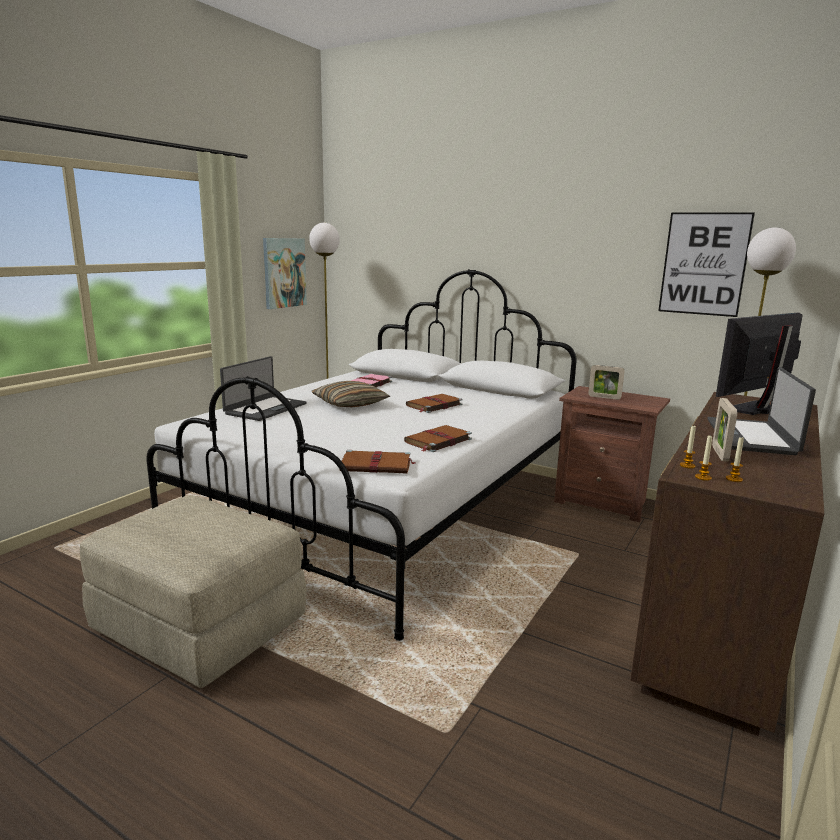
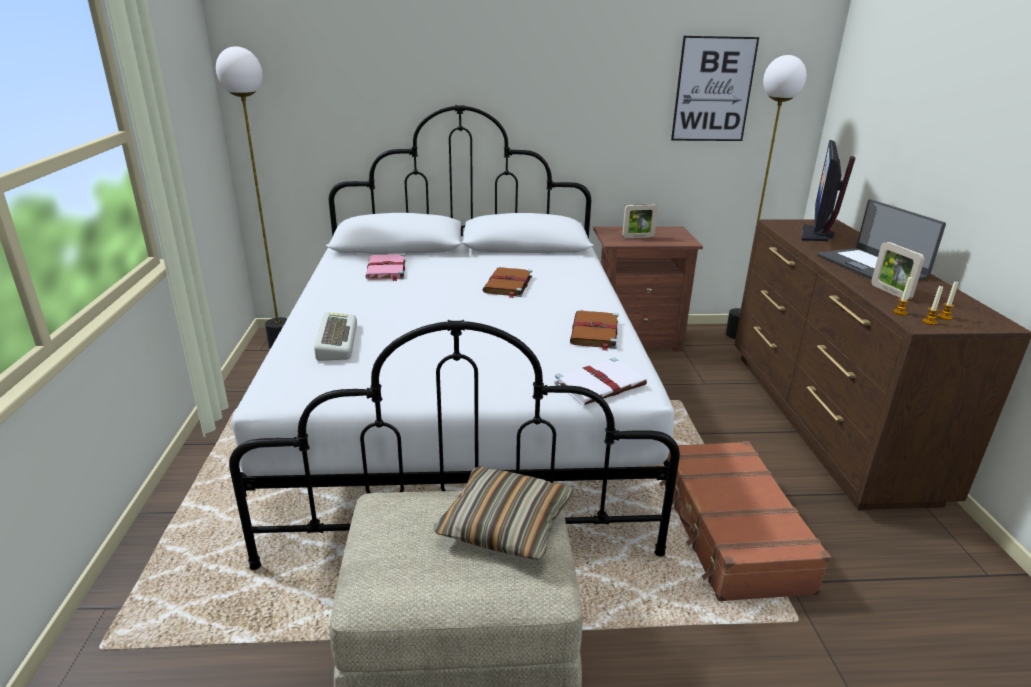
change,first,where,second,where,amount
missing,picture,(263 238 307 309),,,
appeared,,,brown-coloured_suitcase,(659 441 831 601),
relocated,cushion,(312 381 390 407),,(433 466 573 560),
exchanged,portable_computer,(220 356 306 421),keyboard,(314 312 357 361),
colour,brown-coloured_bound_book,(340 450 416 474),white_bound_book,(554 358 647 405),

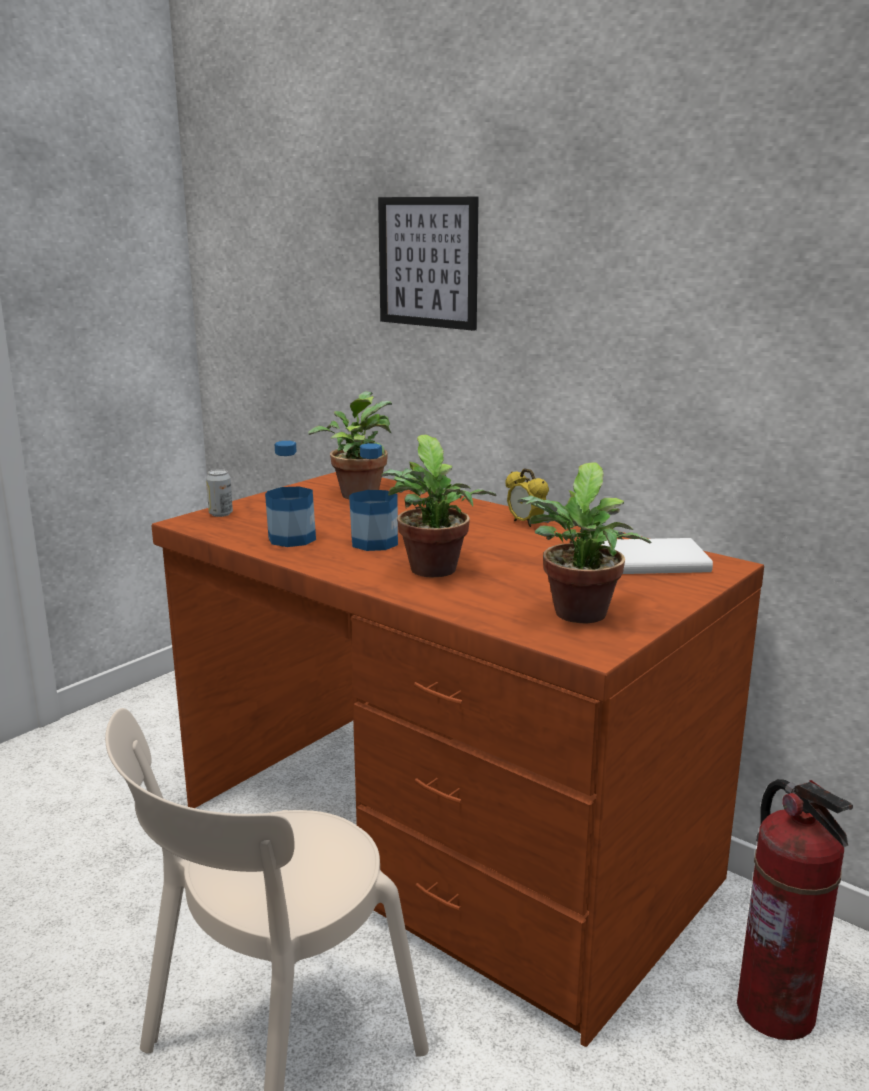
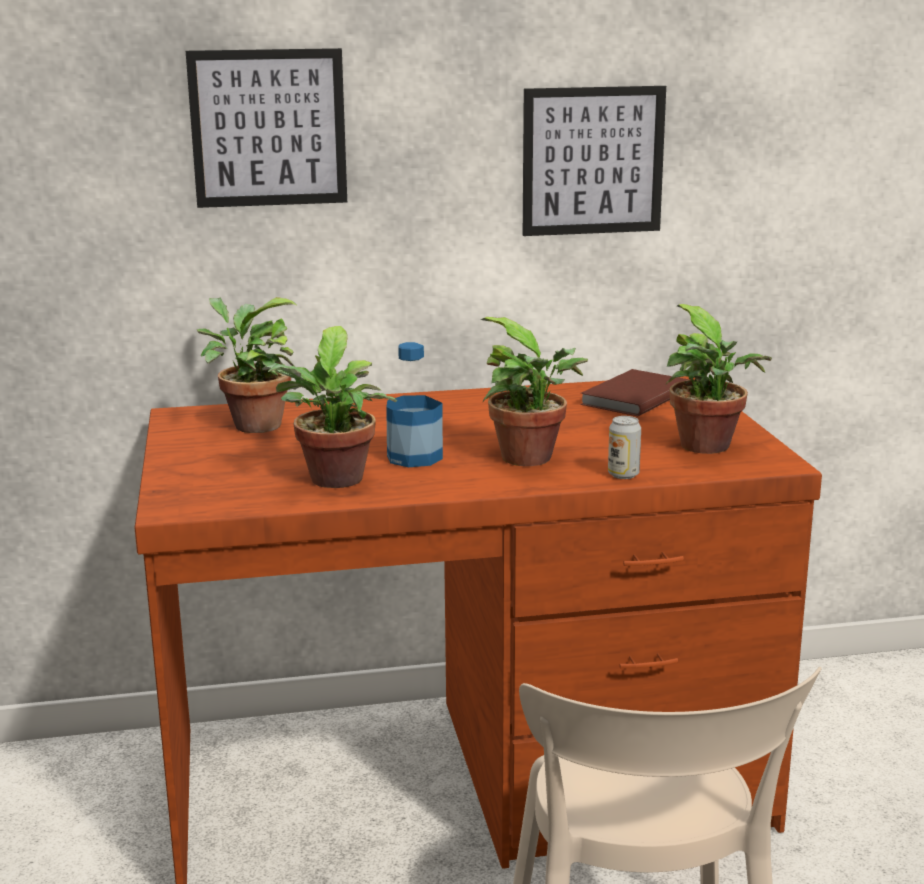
change,first,where,second,where,amount
missing,alarm_clock,(505 468 549 527),,,
missing,fire_extinguisher,(737 779 853 1040),,,
appeared,,,picture,(523 86 666 236),
relocated,can,(206 469 233 517),,(608 416 641 479),
exchanged,beverage_bottle,(265 441 316 547),potted_plant,(262 326 397 488),
colour,white_bound_book,(602 538 713 574),brown-coloured_bound_book,(580 369 689 416),

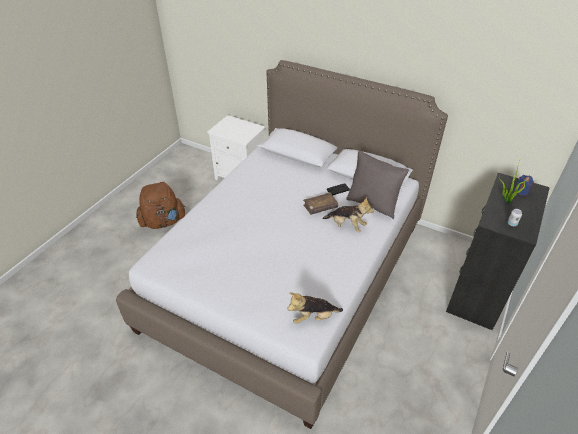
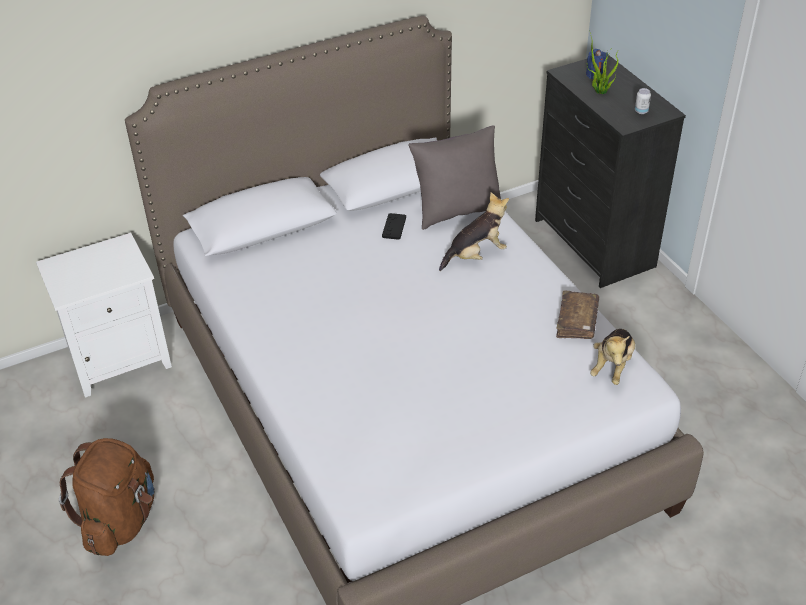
change,first,where,second,where,amount
relocated,brown-coloured_bound_book,(303 192 338 215),,(556 290 600 339),

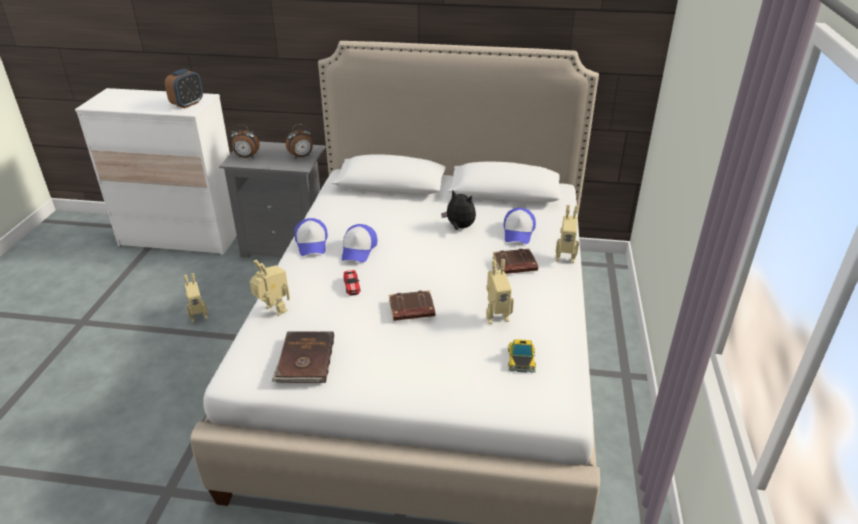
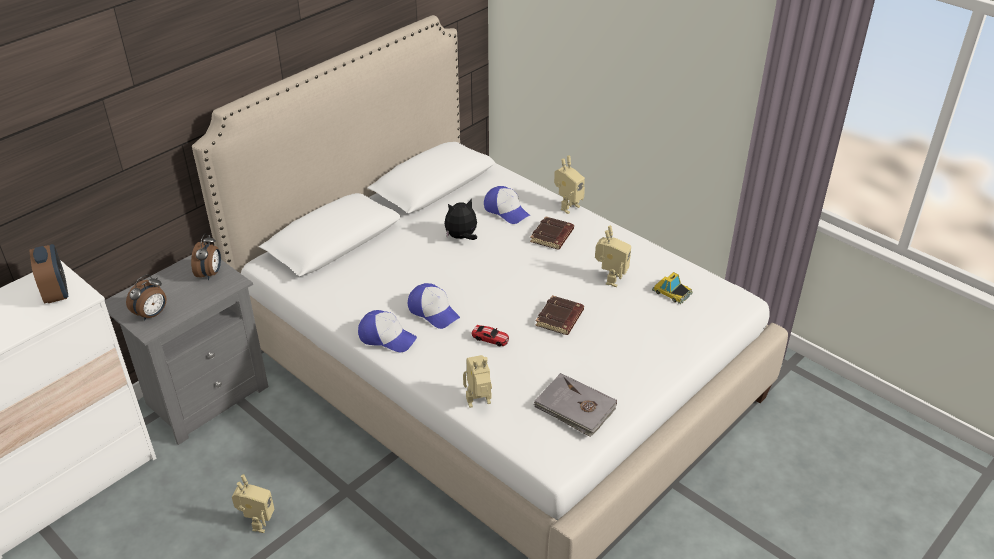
change,first,where,second,where,amount
colour,brown-coloured_bound_book,(272 331 334 383),greyish_bound_book,(533 373 617 437),

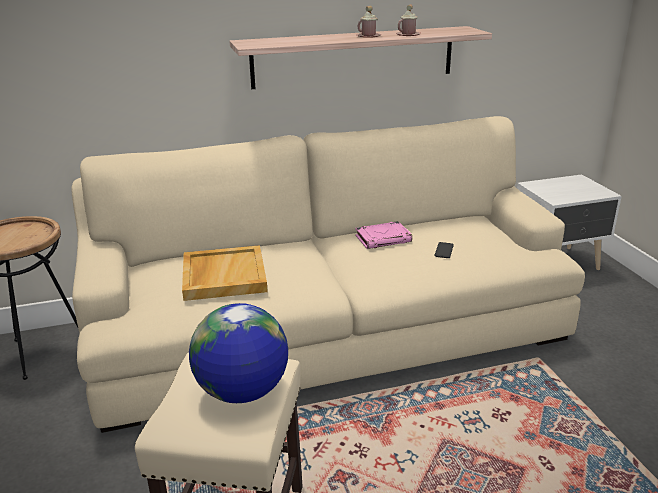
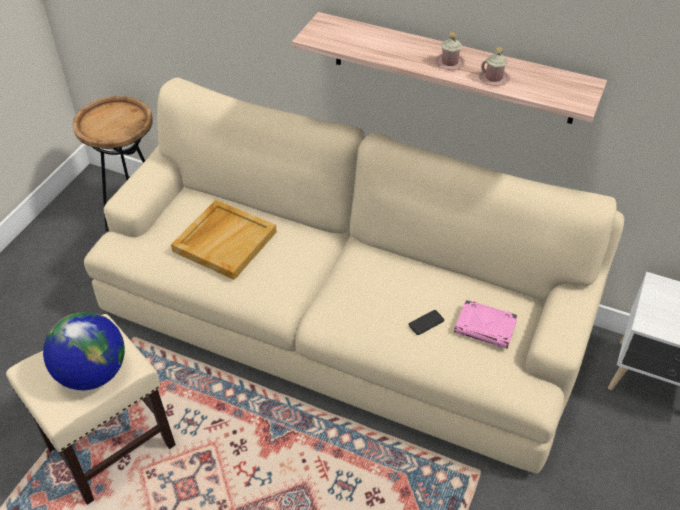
change,first,where,second,where,amount
relocated,pink-coloured_bound_book,(355 221 412 249),,(454 300 518 349),

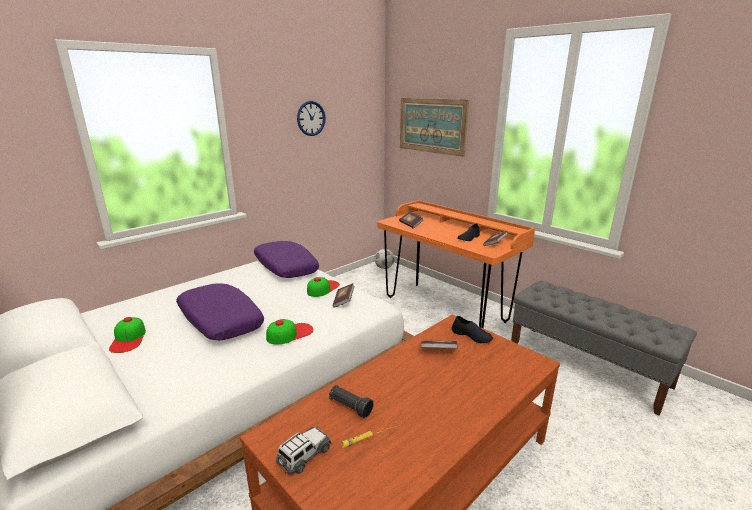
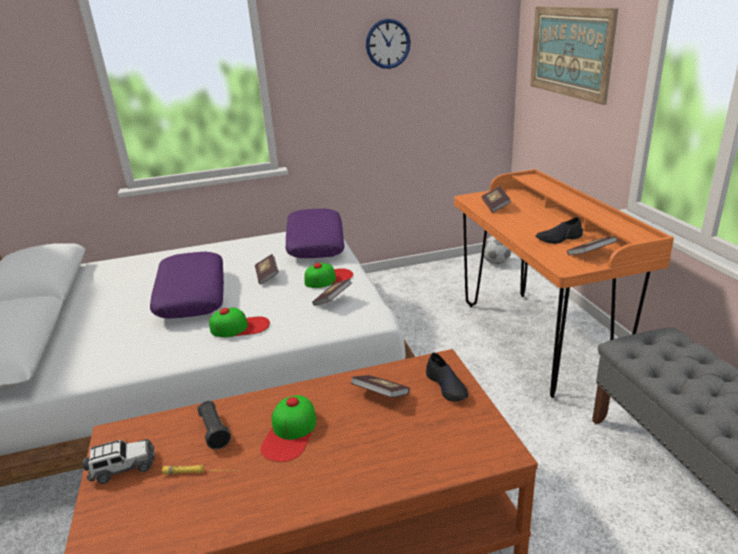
change,first,where,second,where,amount
appeared,,,bound_book,(255 254 279 285),
relocated,cap,(109 317 146 353),,(260 395 316 462),

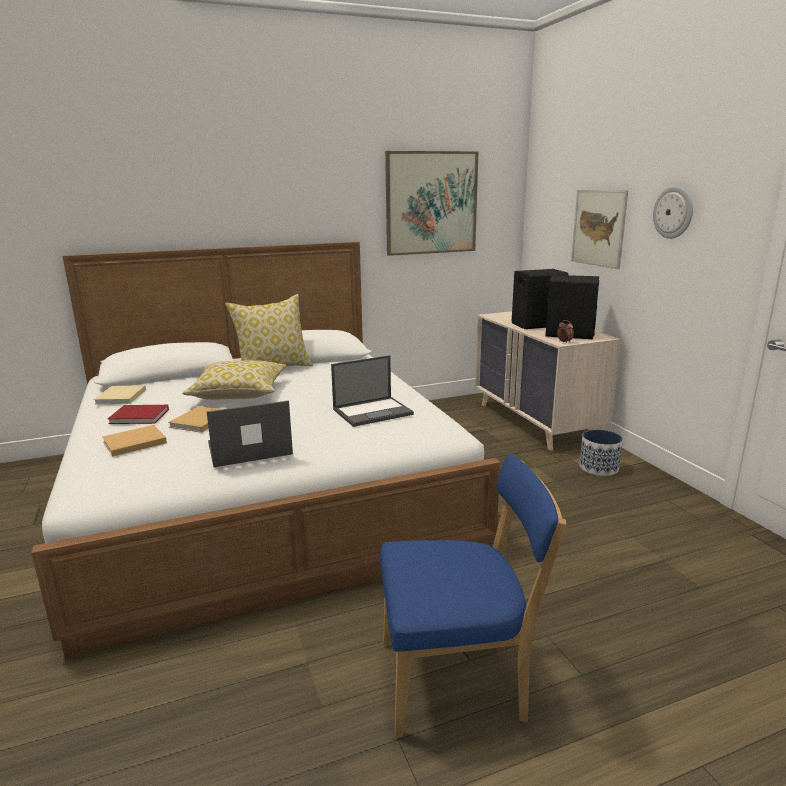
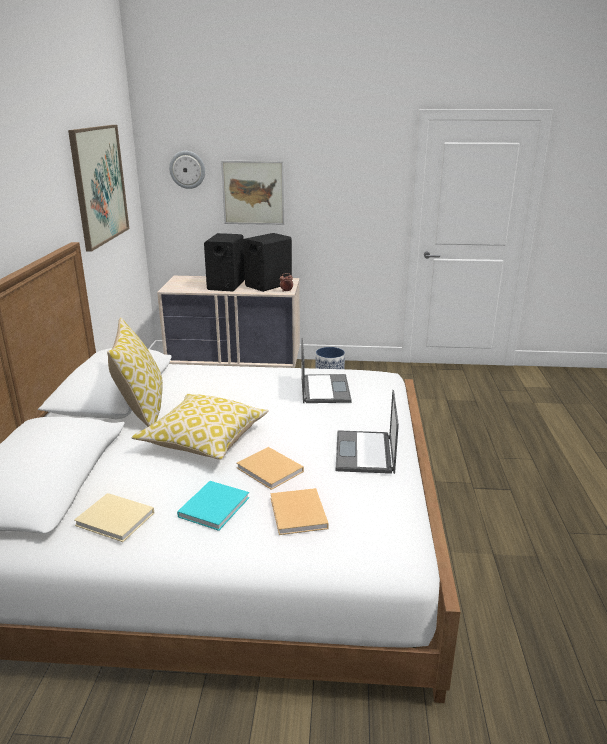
change,first,where,second,where,amount
missing,blue-coloured_chair,(380 454 566 737),,,
relocated,hanging_clock,(653 186 693 239),,(169 151 205 189),
colour,red-coloured_bound_book,(108 405 169 424),turquoise-coloured_bound_book,(177 481 249 531),

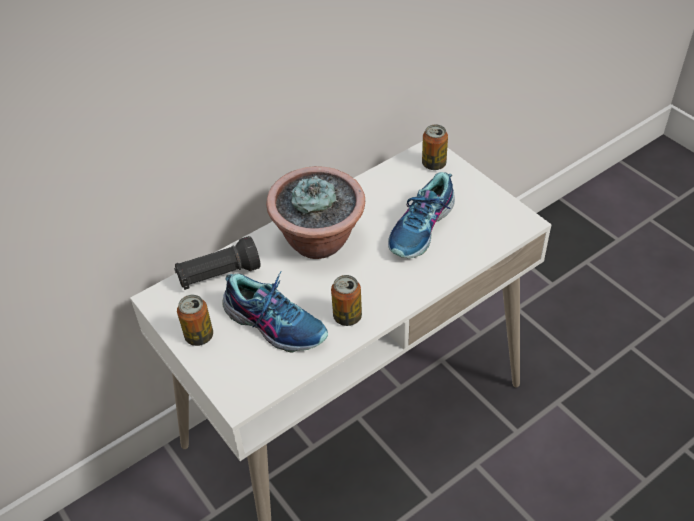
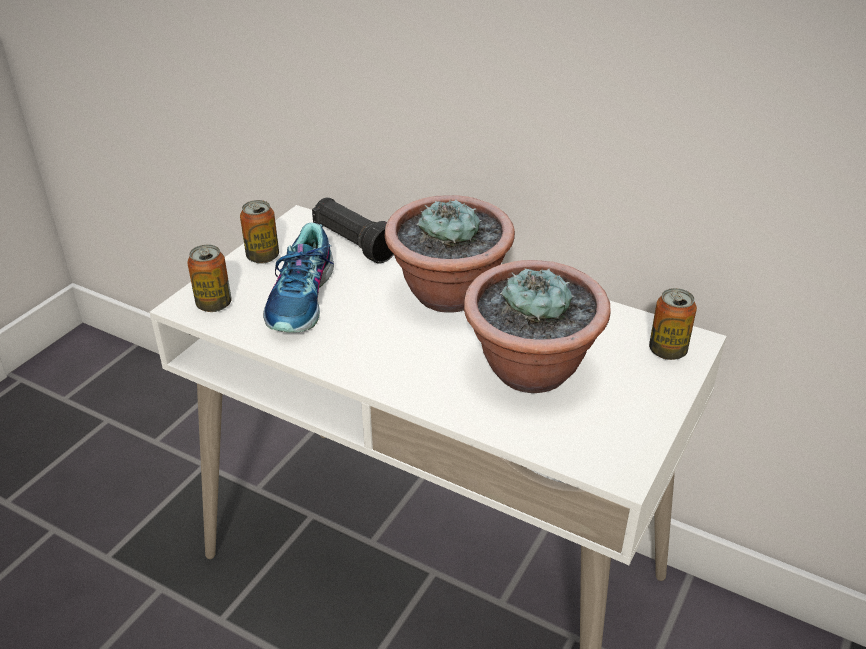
change,first,where,second,where,amount
relocated,can,(331 275 362 326),,(187 245 232 312),
exchanged,shoe,(388 172 455 258),potted_plant,(464 260 611 393),

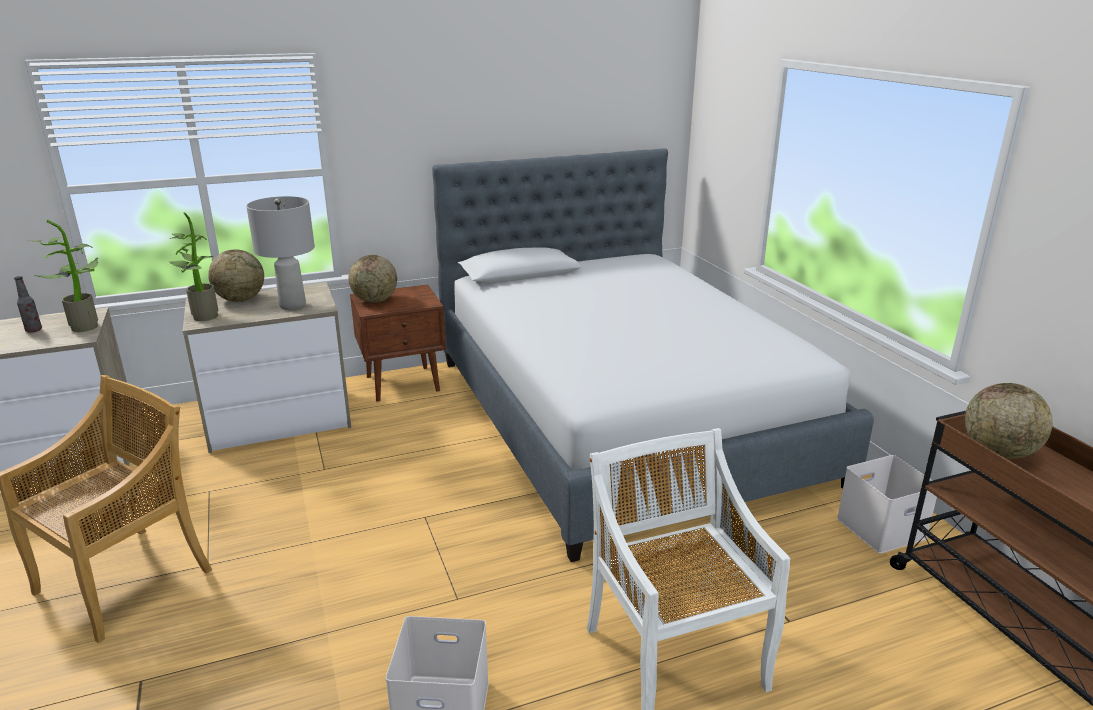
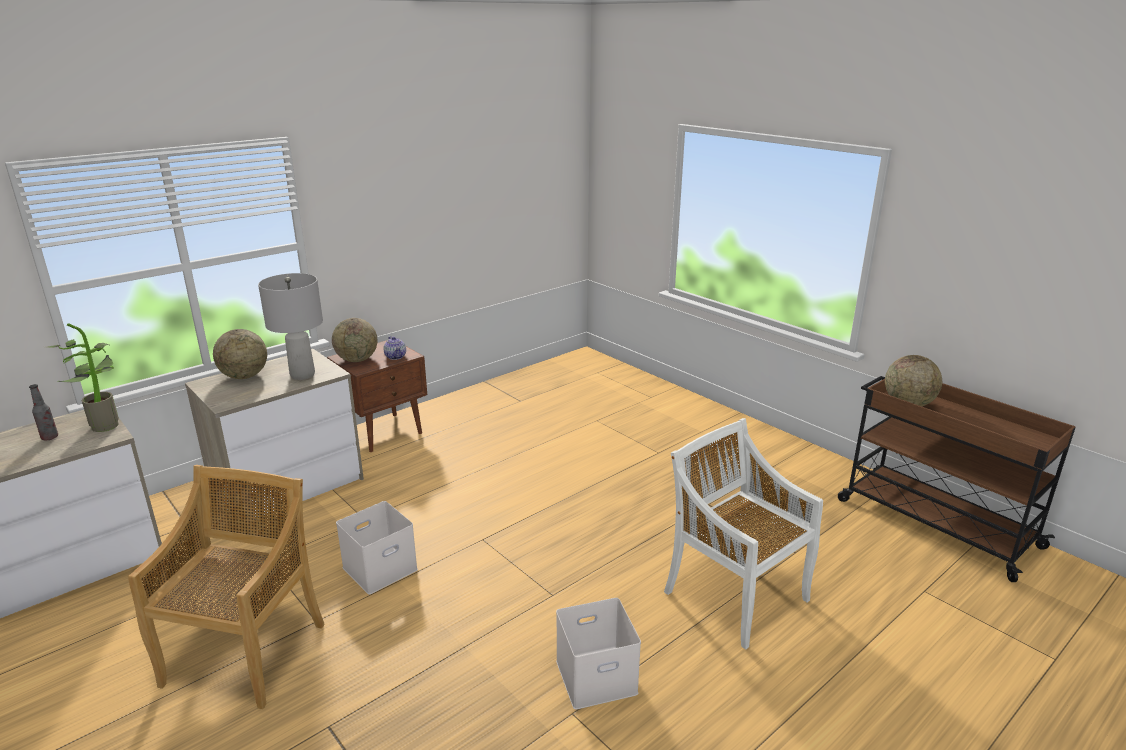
change,first,where,second,where,amount
missing,potted_plant,(170 212 218 321),,,
missing,bedroom_bed,(432 148 874 562),,,
appeared,,,tea_pot,(383 336 406 360),
relocated,white_storage_box,(837 455 937 553),,(336 501 418 594),

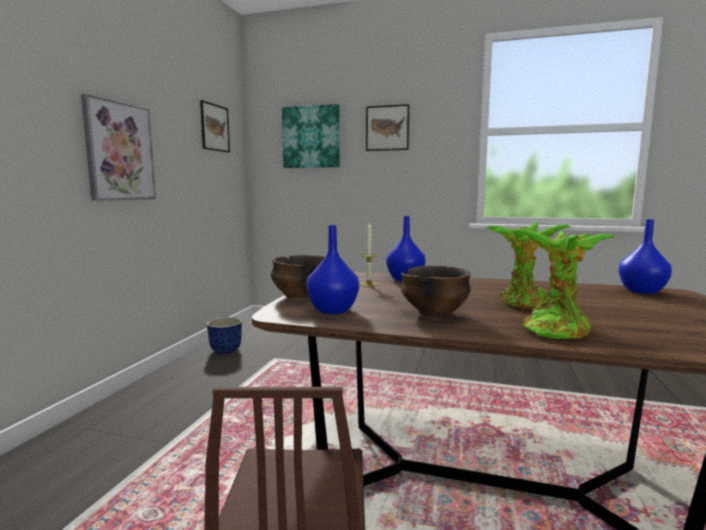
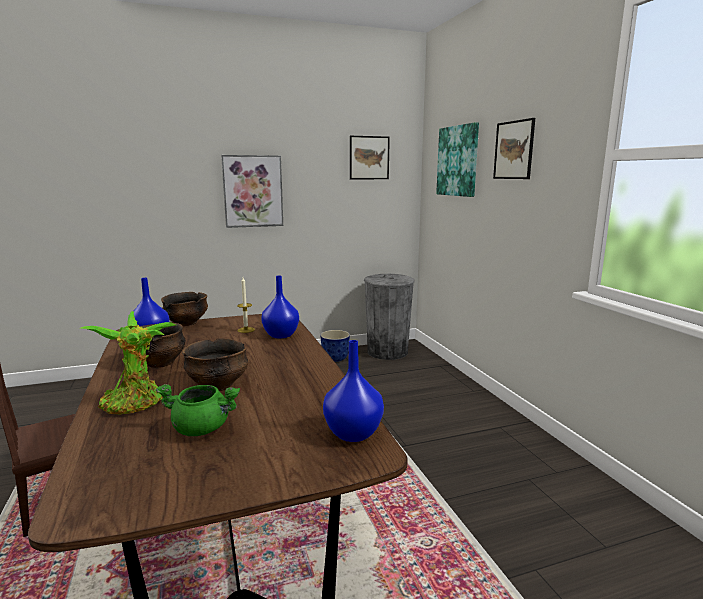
change,first,where,second,where,amount
appeared,,,greenish_saucepot,(156 384 240 436),
appeared,,,greyish_rubbish_bin,(364 274 415 360),
exchanged,potted_plant,(484 222 571 310),bowl,(182 338 248 391),

